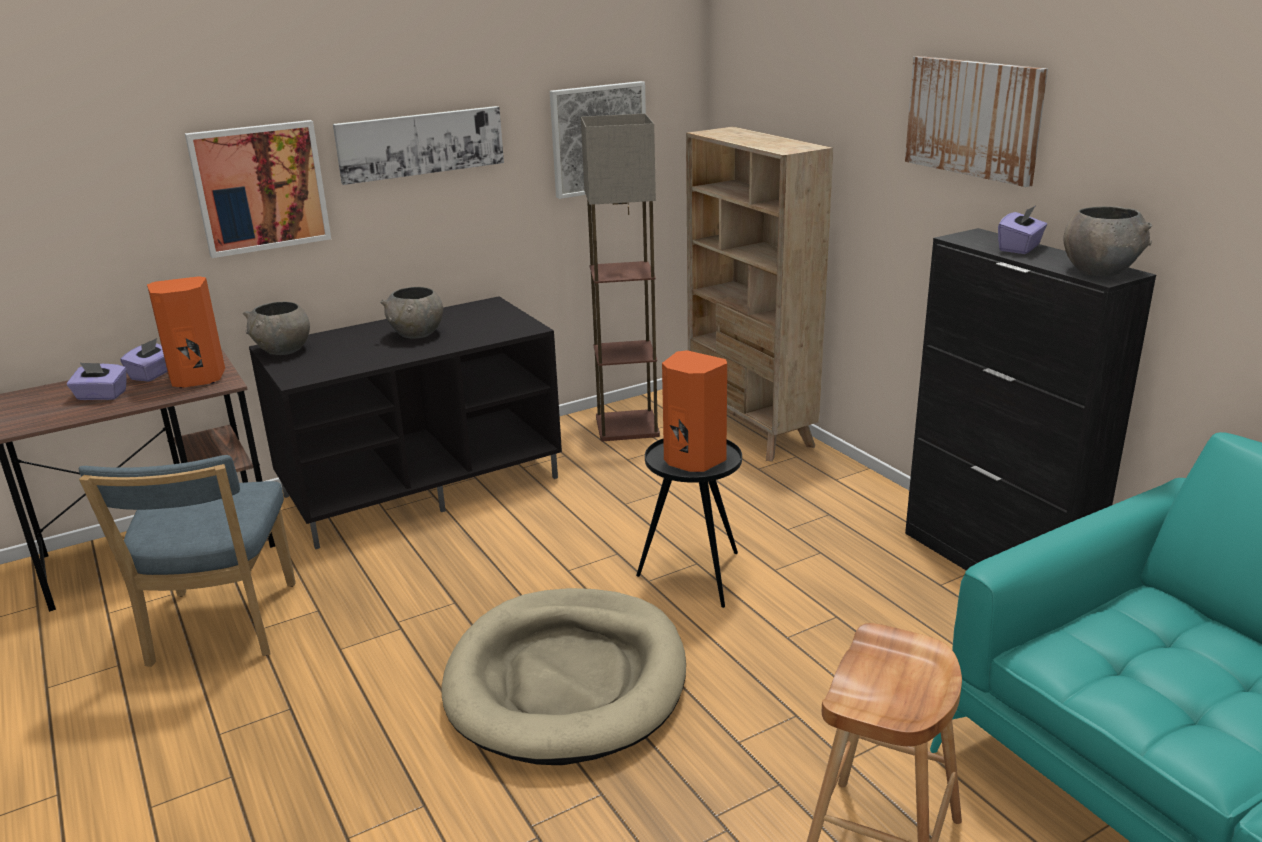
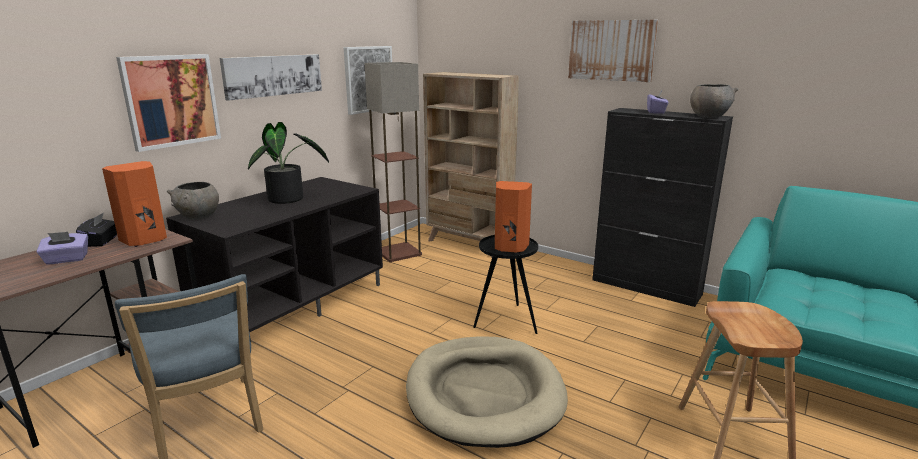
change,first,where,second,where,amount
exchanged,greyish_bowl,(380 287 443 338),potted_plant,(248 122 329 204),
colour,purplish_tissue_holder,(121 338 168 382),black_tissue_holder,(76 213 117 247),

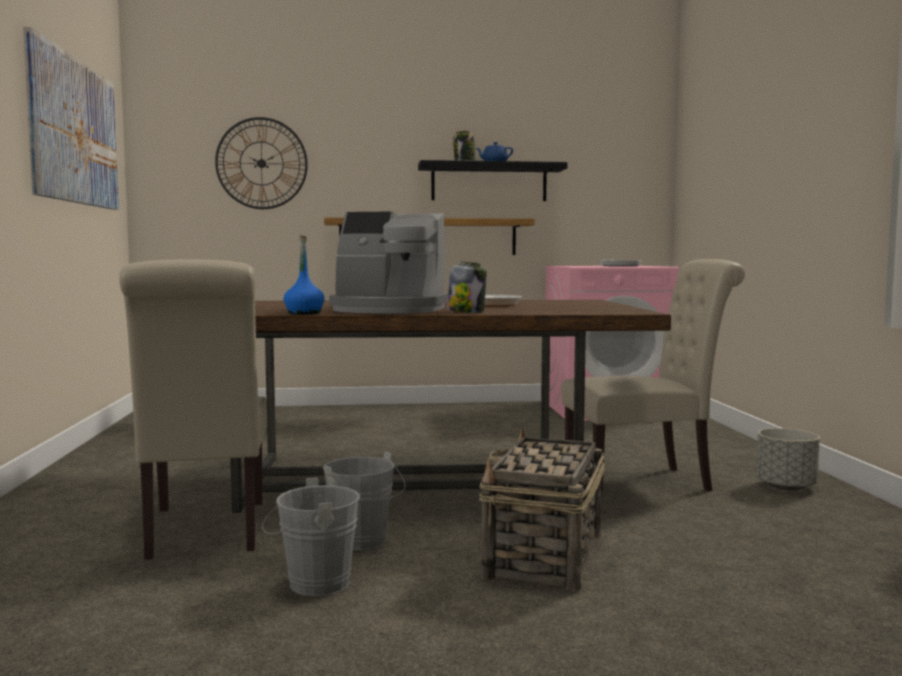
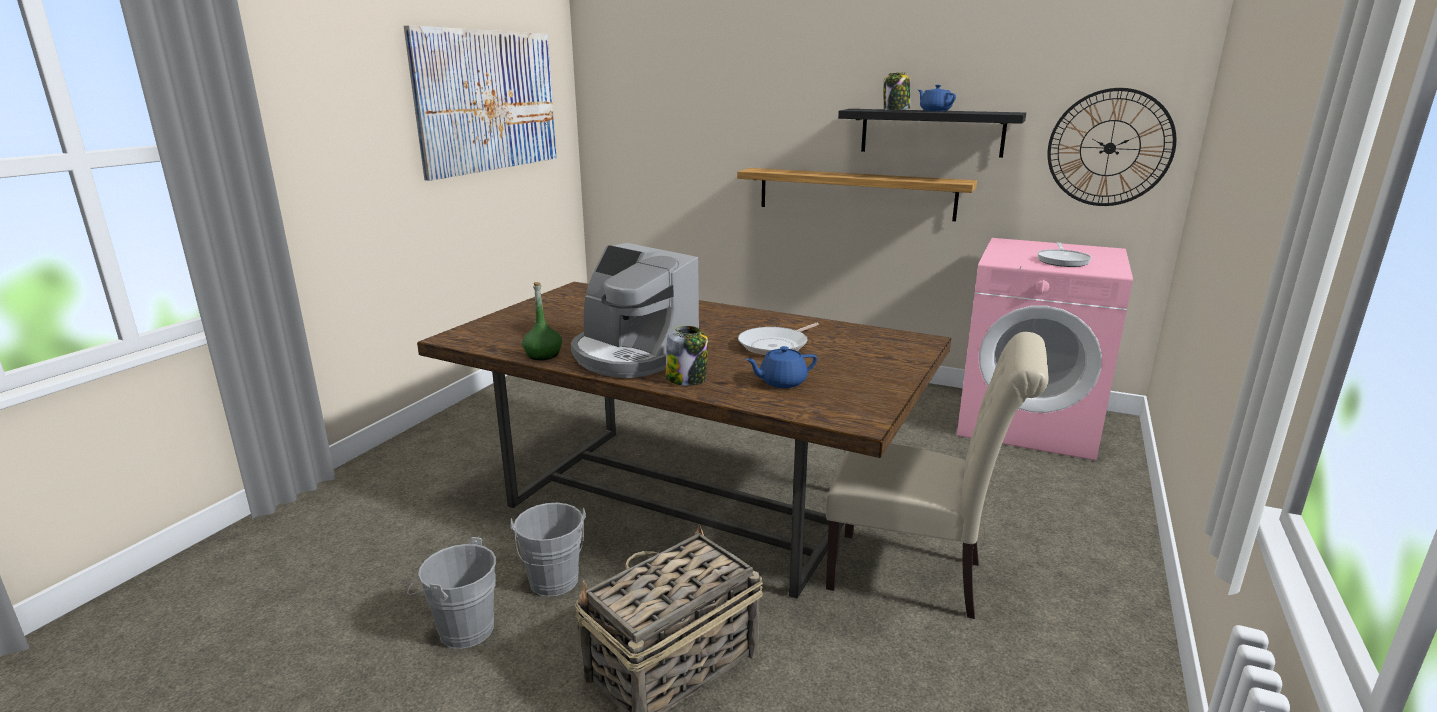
change,first,where,second,where,amount
missing,beige_chair,(119 260 267 560),,,
missing,greyish_planter,(756 428 820 491),,,
appeared,,,blue-coloured_tea_pot,(745 346 817 388),
relocated,hanging_clock,(215 117 308 209),,(1048 88 1176 206),
colour,blue-coloured_beverage_bottle,(283 235 325 314),greenish_beverage_bottle,(522 282 562 360),

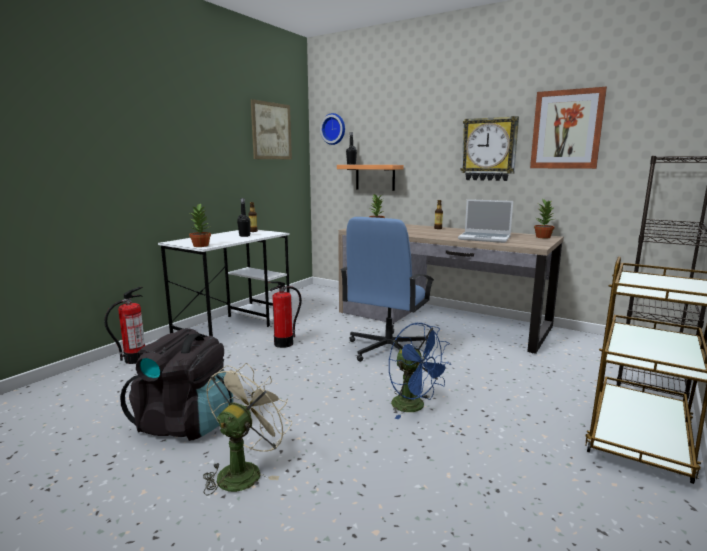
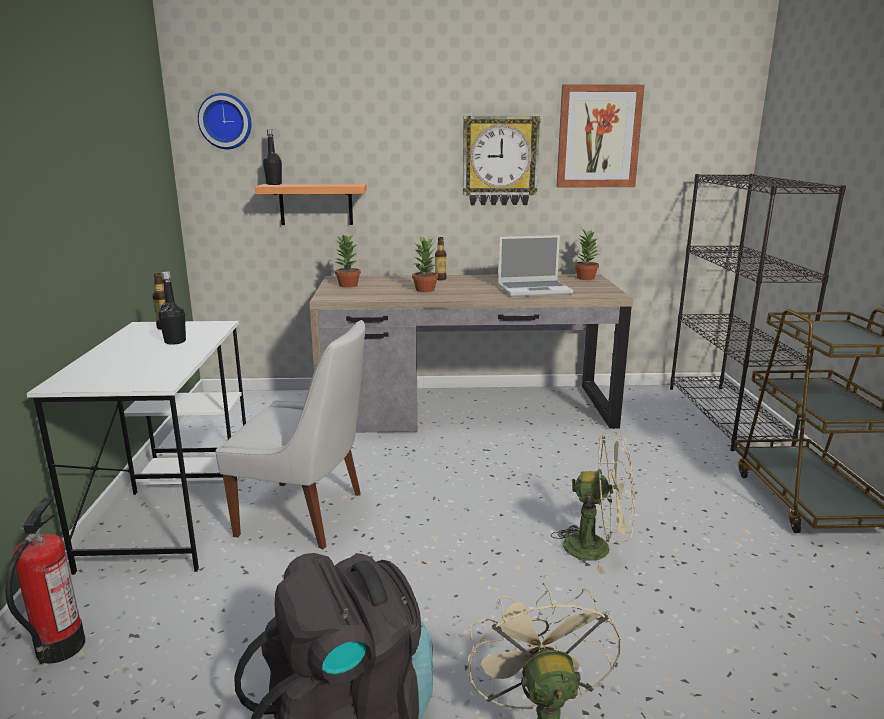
change,first,where,second,where,amount
missing,picture,(251 99 292 159),,,
missing,blue-coloured_computer_chair,(340 217 434 362),,,
relocated,potted_plant,(189 204 211 247),,(412 235 438 292),
exchanged,fire_extinguisher,(269 281 302 348),white_chair,(216 320 365 549),
colour,blue-coloured_fan,(389 323 451 419),beige_fan,(551 434 635 574),

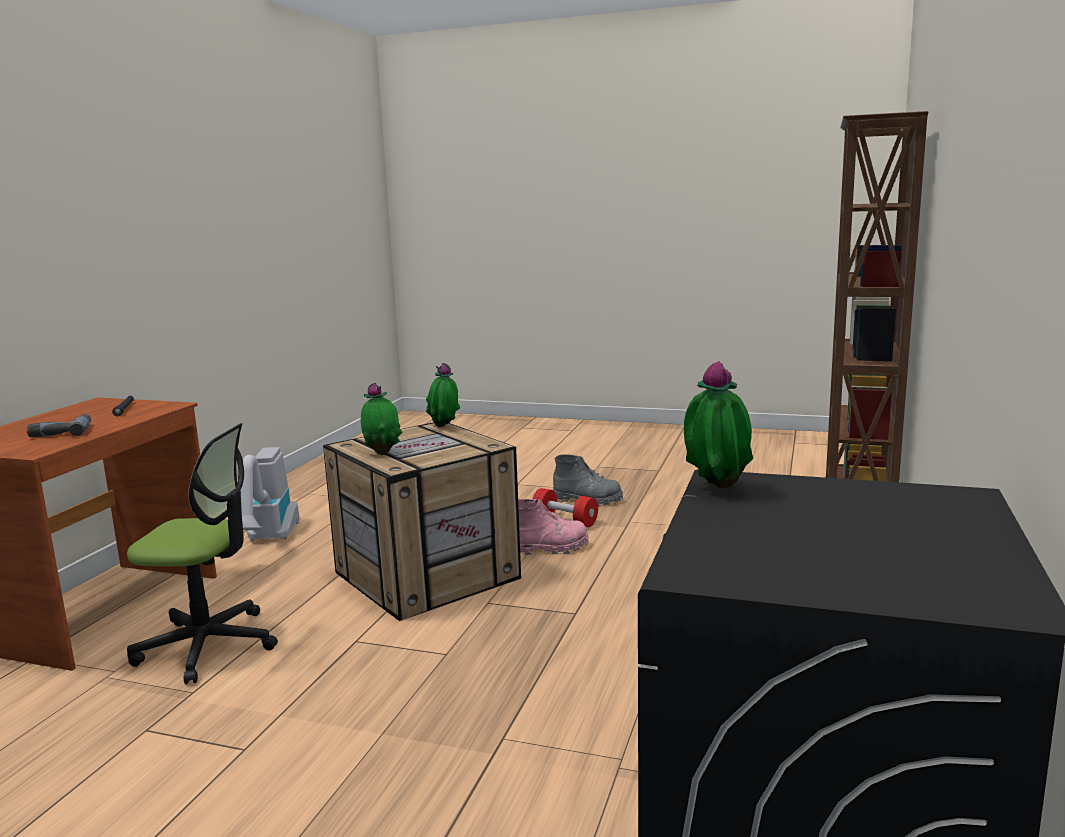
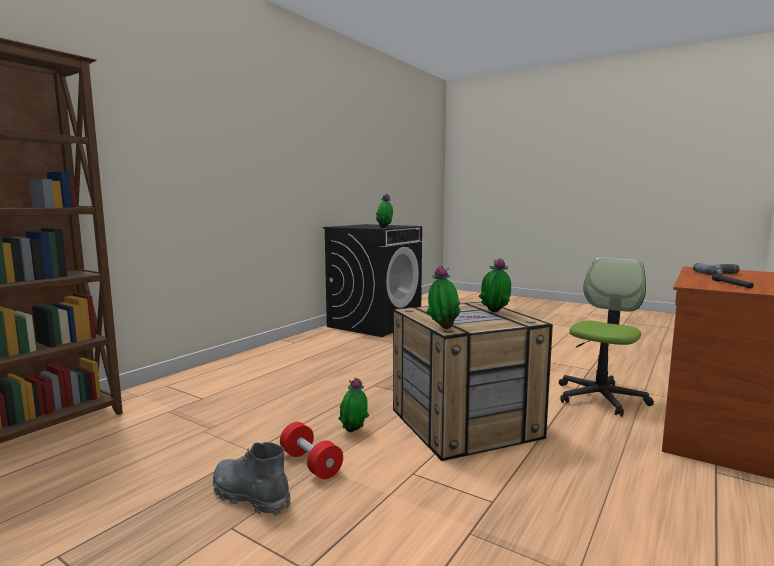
change,first,where,second,where,amount
missing,vacuum,(241 447 299 541),,,
exchanged,pink-coloured_tall_boot,(518 499 589 555),potted_plant,(338 378 369 432),
spun,computer_chair,(127 423 278 684),,(559 257 654 417),105 degrees clockwise

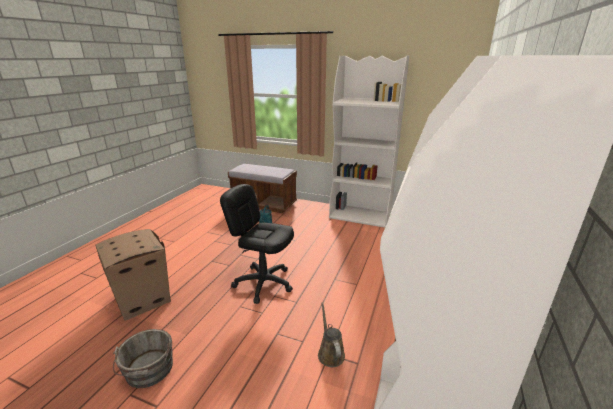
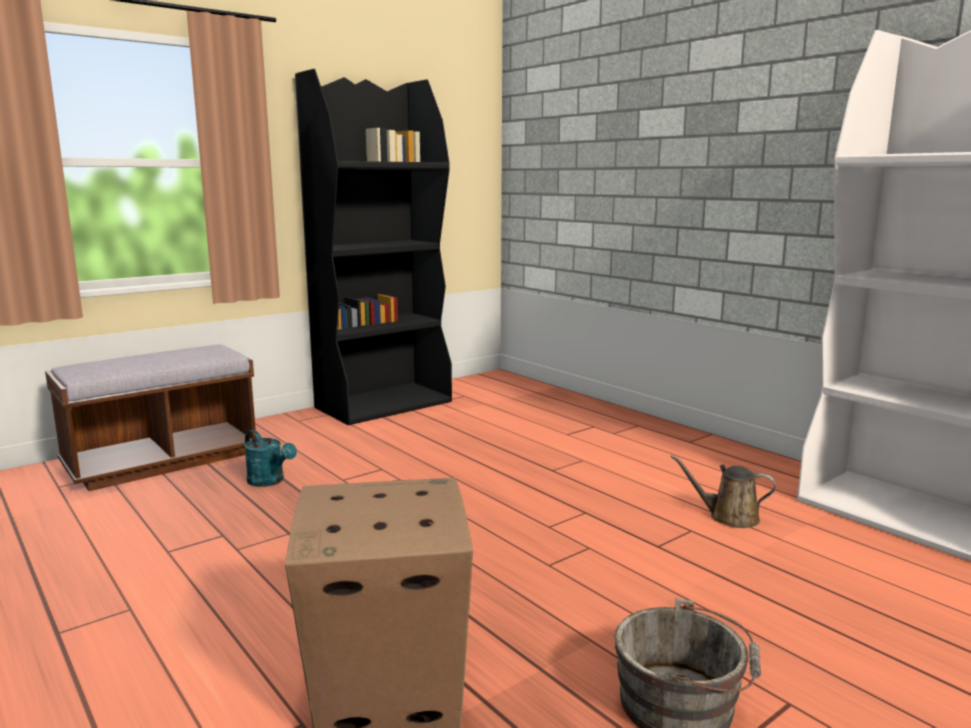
change,first,where,second,where,amount
missing,black_computer_chair,(220 184 294 304),,,
colour,white_bookshelf,(329 56 409 228),black_bookshelf,(295 69 452 425),

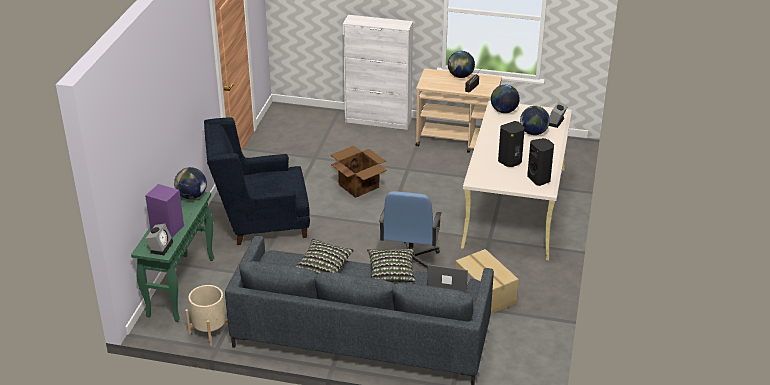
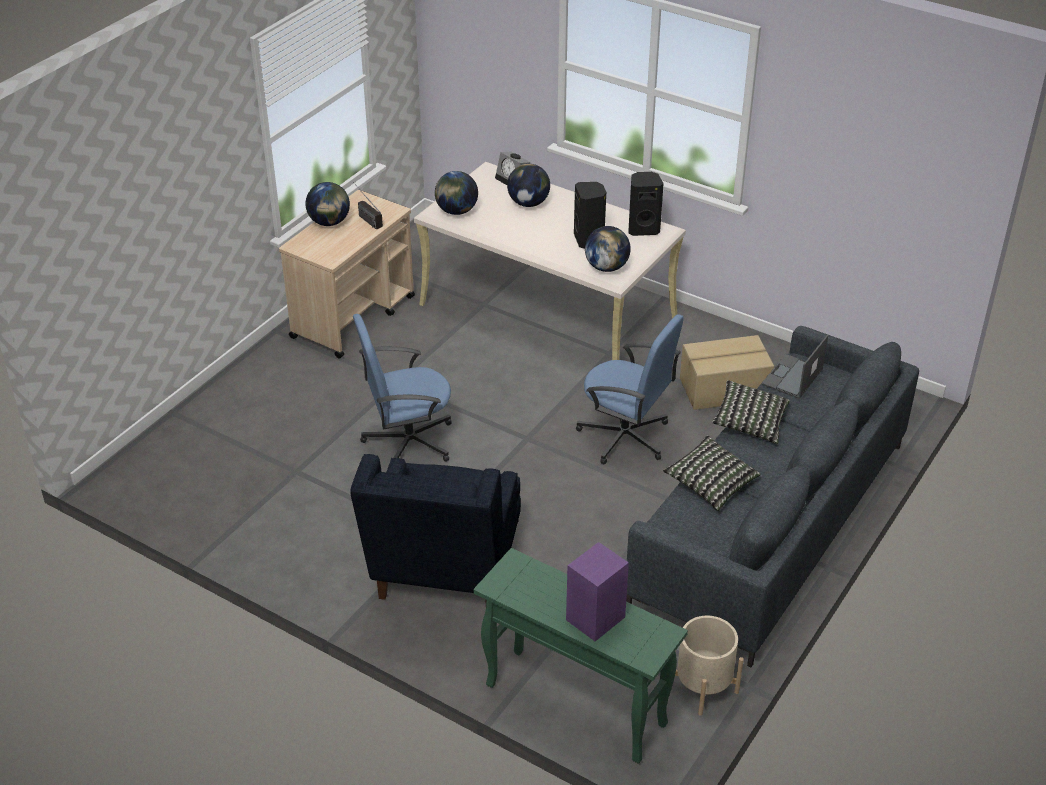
change,first,where,second,where,amount
missing,alarm_clock,(145 223 173 255),,,
missing,white_storage_cabinet,(343 15 413 130),,,
relocated,globe,(174 167 207 199),,(585 226 631 272),
exchanged,carton,(330 146 387 198),blue-coloured_computer_chair,(353 314 452 462),

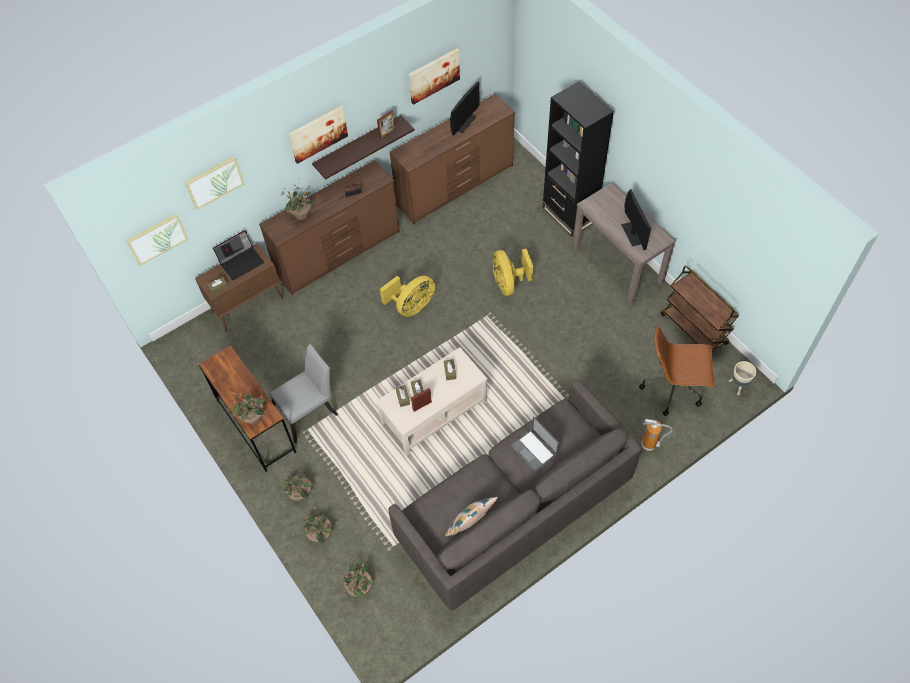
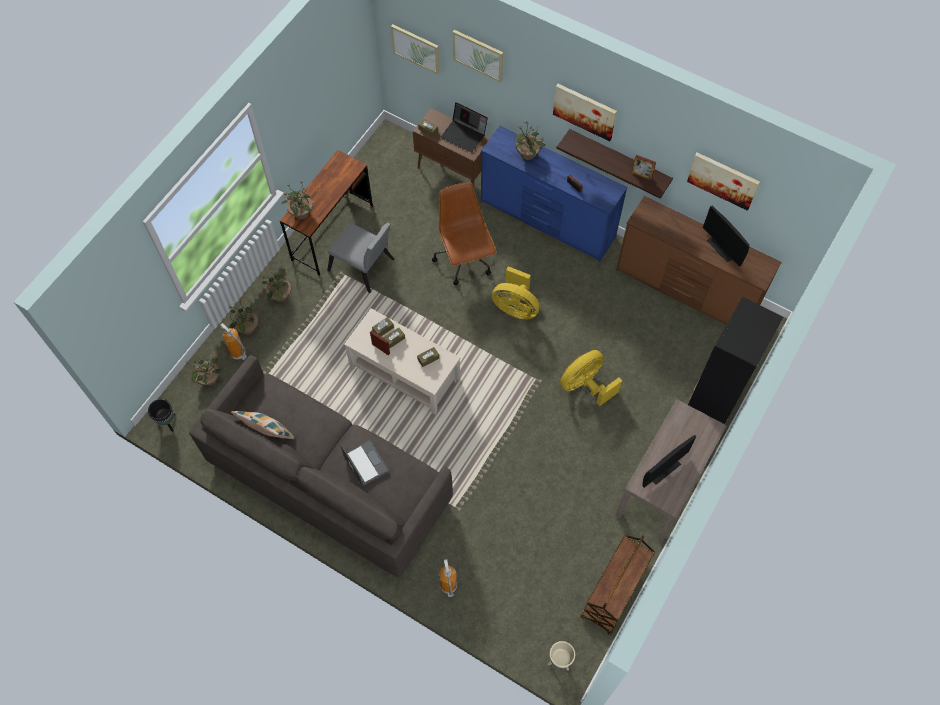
change,first,where,second,where,amount
appeared,,,black_planter,(148 399 175 432),
appeared,,,fire_extinguisher,(220 323 247 360),
relocated,brown-coloured_computer_chair,(639 326 715 416),,(432 182 497 285),
colour,brown-coloured_drawer_chest,(259 160 400 295),blue-coloured_drawer_chest,(481 126 628 262),
spun,computer_display,(450 81 480 136),,(703 206 750 267),45 degrees clockwise
spun,portable_computer,(510 416 559 472),,(340 439 389 486),120 degrees clockwise

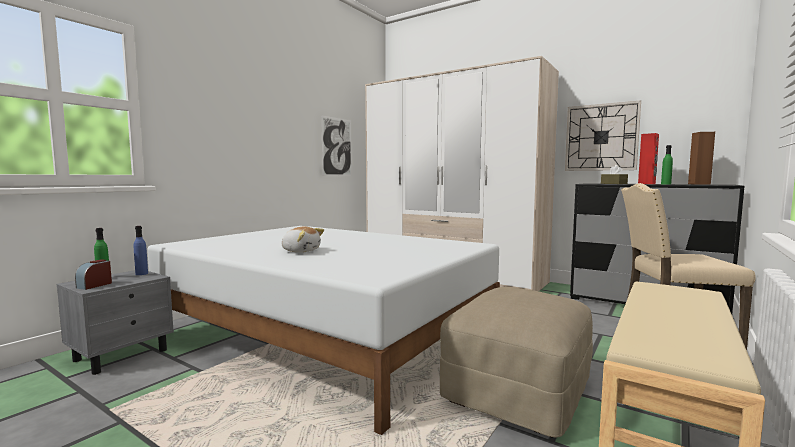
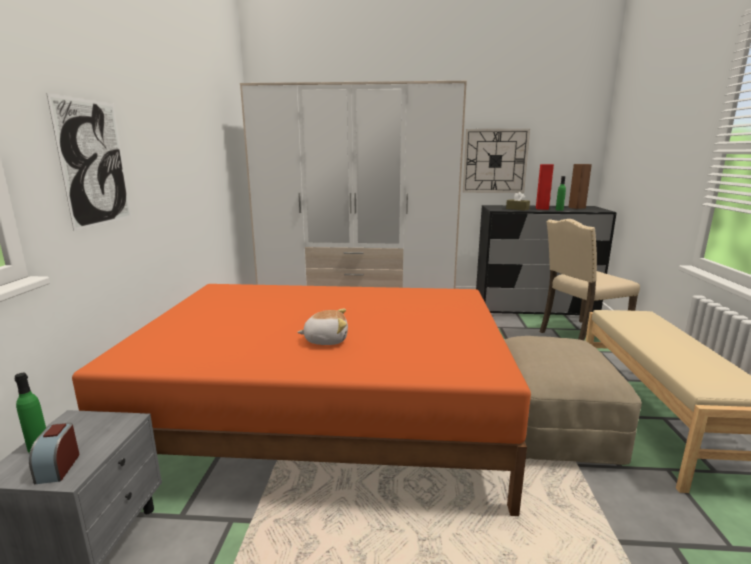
change,first,where,second,where,amount
missing,blue-coloured_beverage_bottle,(133 226 148 275),,,
relocated,picture,(321 115 352 176),,(46 93 131 231),
colour,white_bedroom_bed,(147 226 500 435),orange-coloured_bedroom_bed,(72 284 531 516),

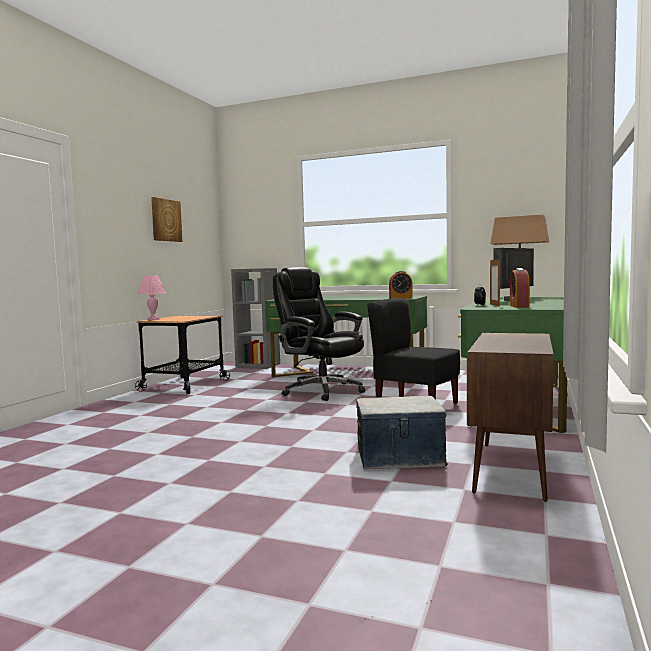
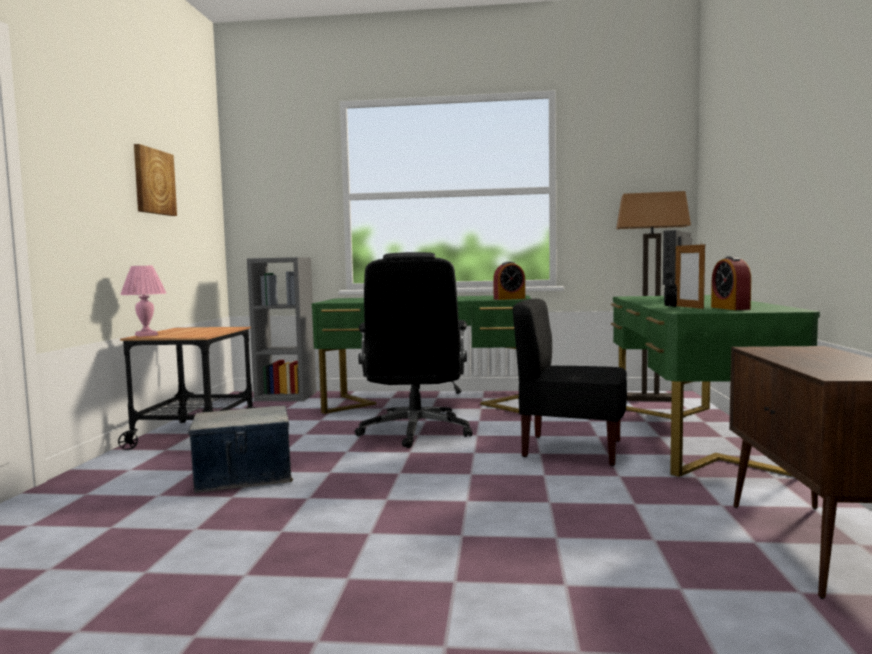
change,first,where,second,where,amount
relocated,storage_box,(356 396 448 469),,(188 405 293 493),
spun,black_computer_chair,(273 267 365 401),,(355 252 472 448),120 degrees counterclockwise

